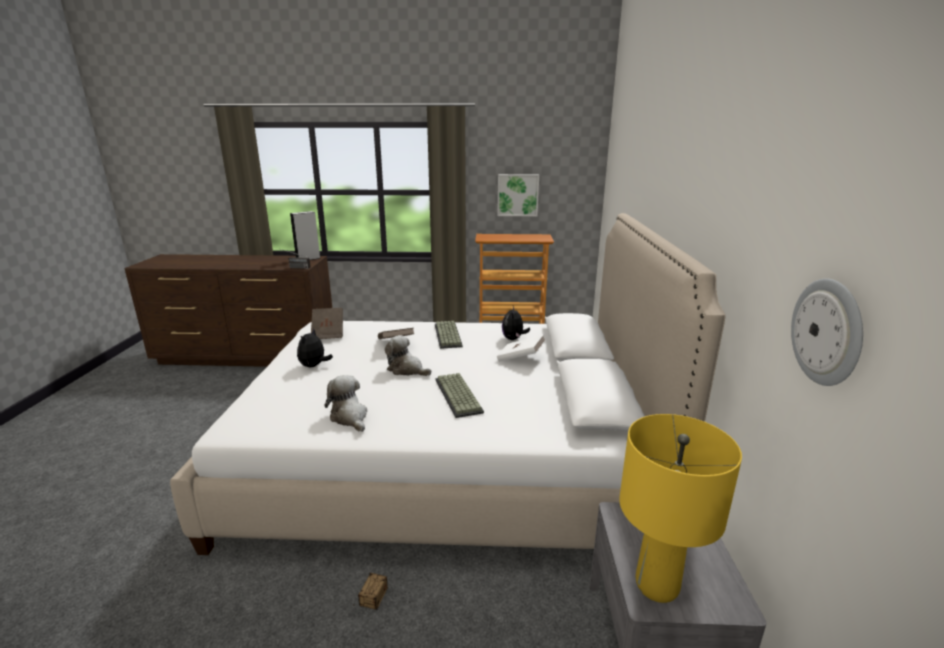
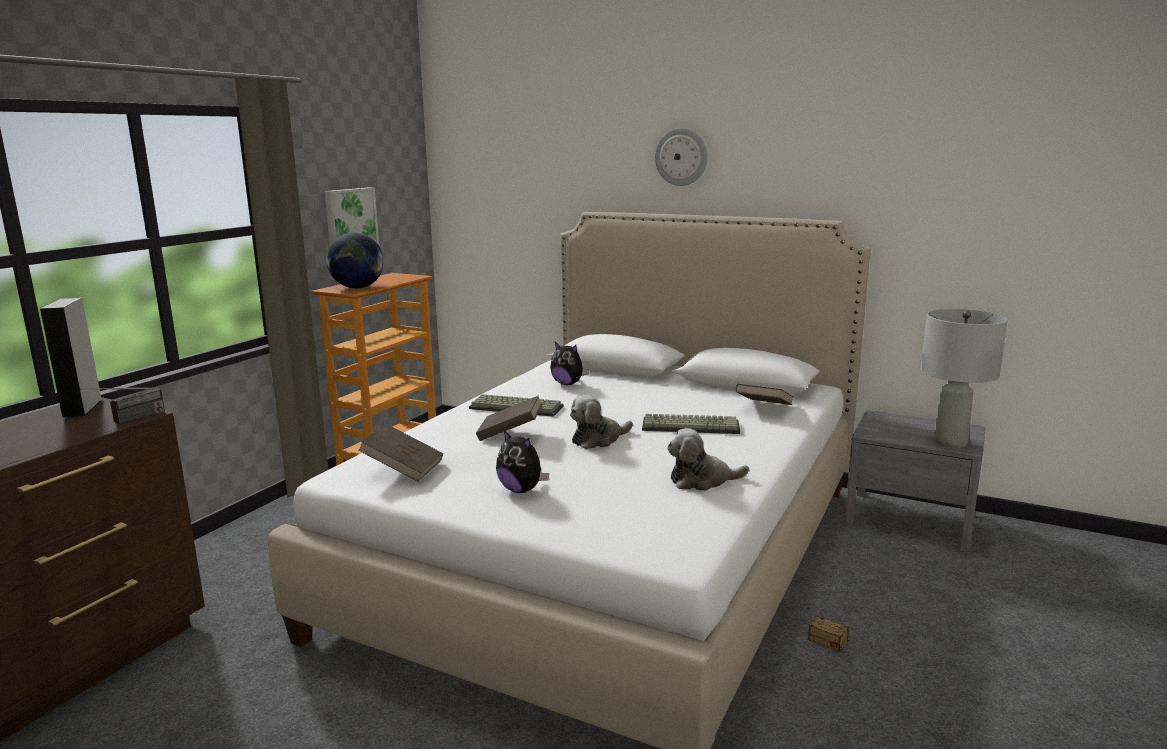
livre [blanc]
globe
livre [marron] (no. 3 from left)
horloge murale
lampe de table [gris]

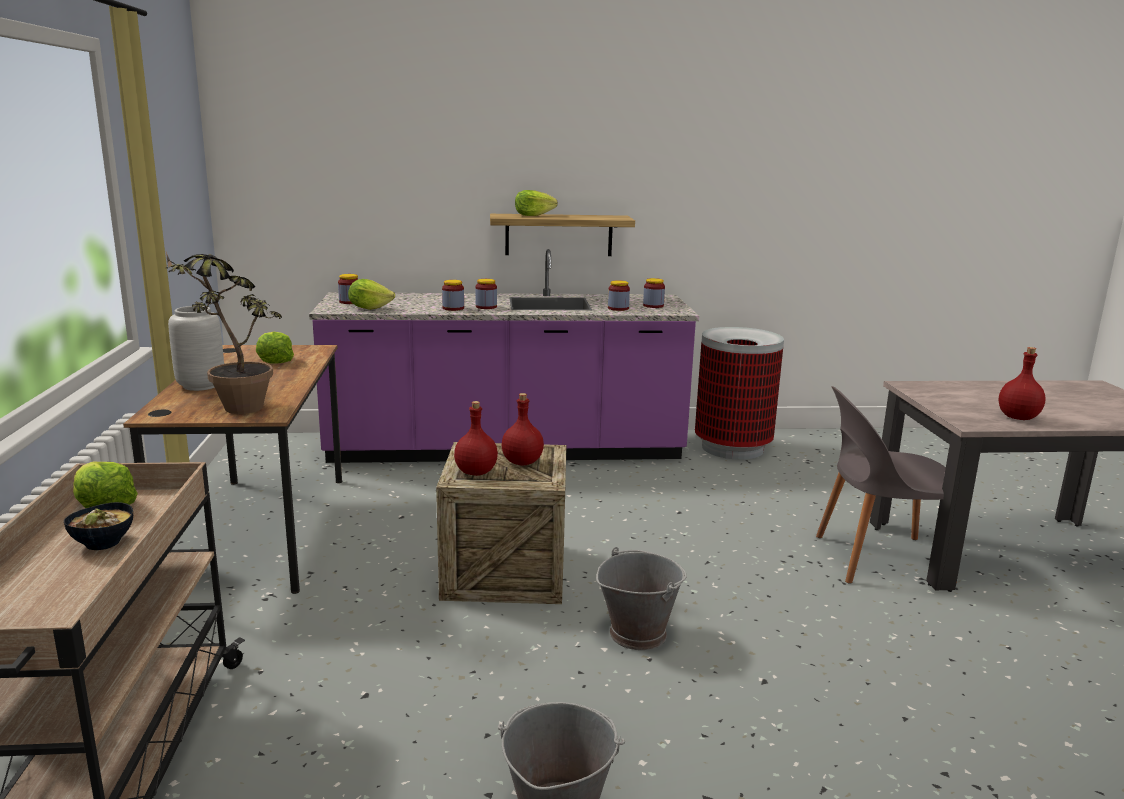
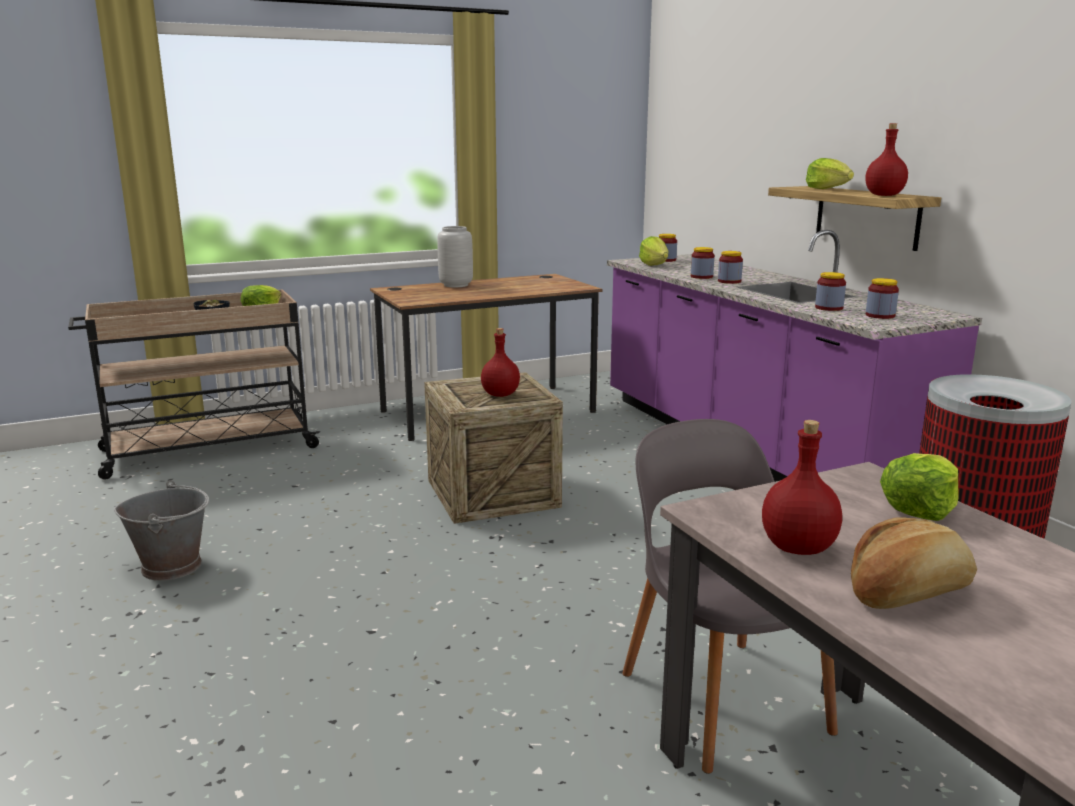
plante en pot
seau [gris] (no. 2 from left in the first image)
pain
laitue (no. 4 from left)
bouteille [rouge] (no. 3 from left)

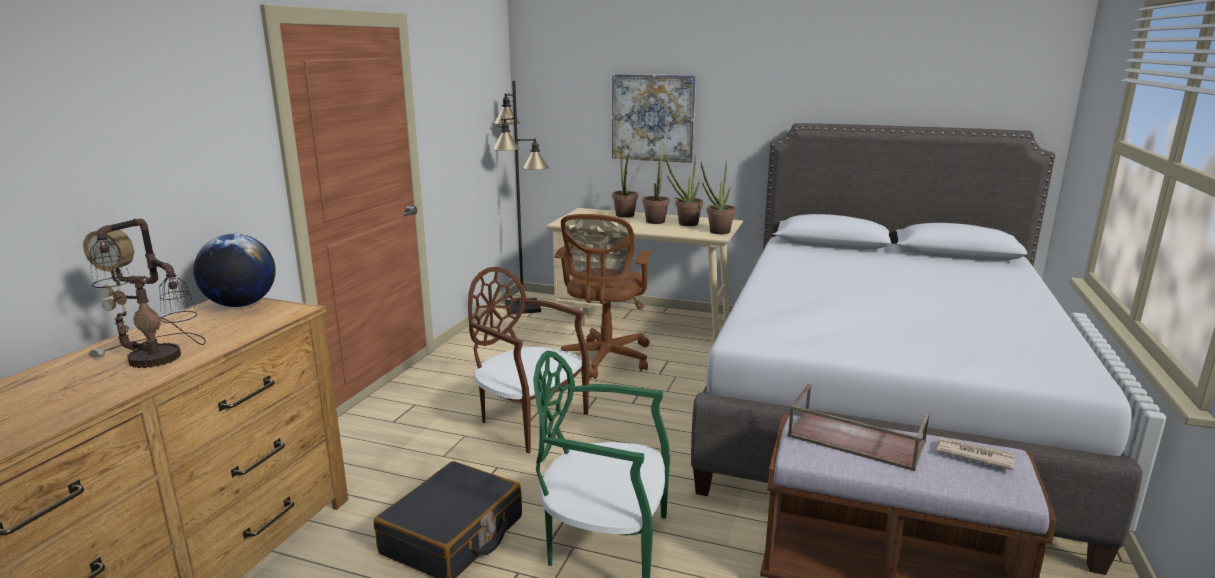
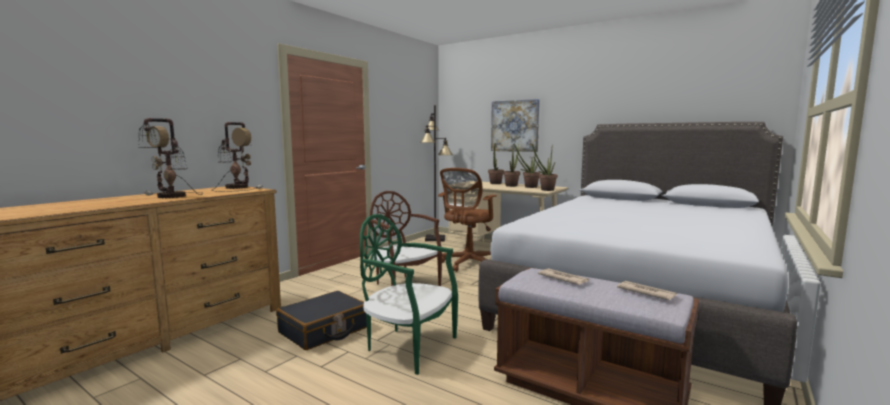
lampe de table (no. 2 from left)
journal (no. 1 from left)

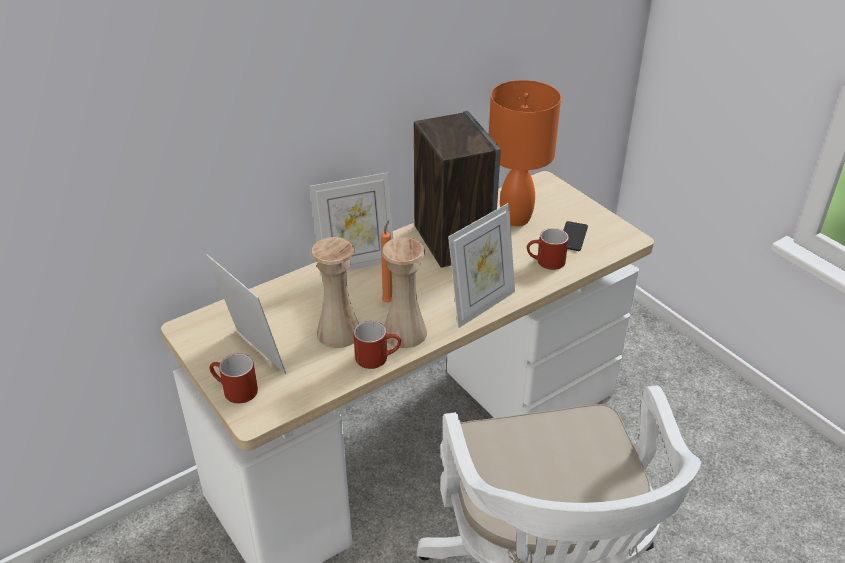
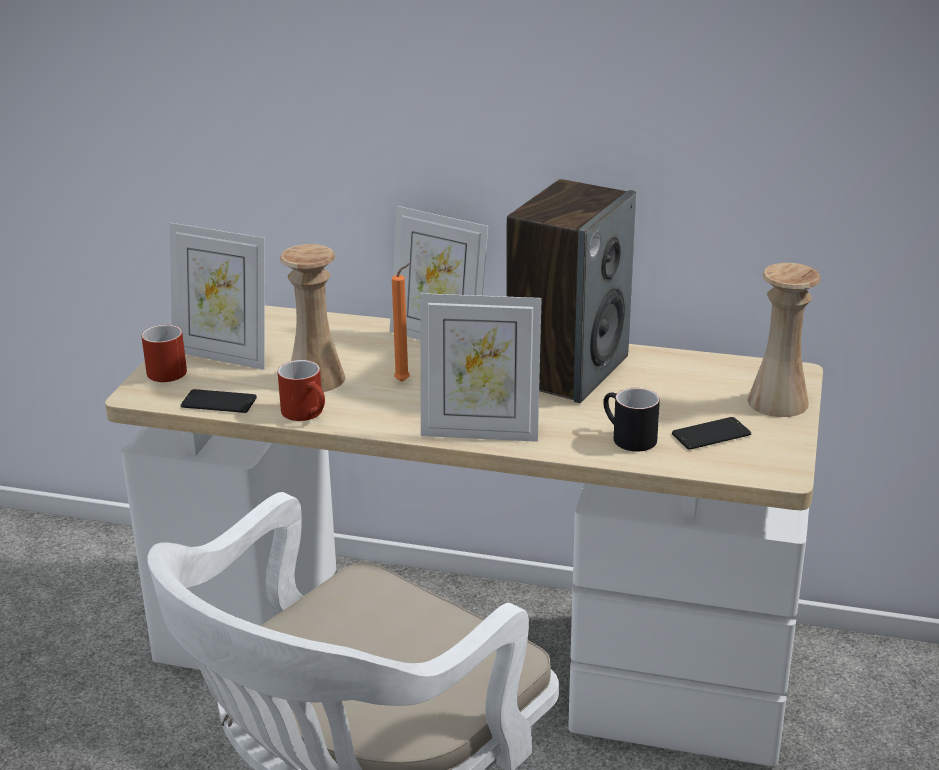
lampe de table [orange]
téléphone (no. 1 from left)
vase [beige] (no. 2 from left)
mug [noir]
cadre photo (no. 1 from left)

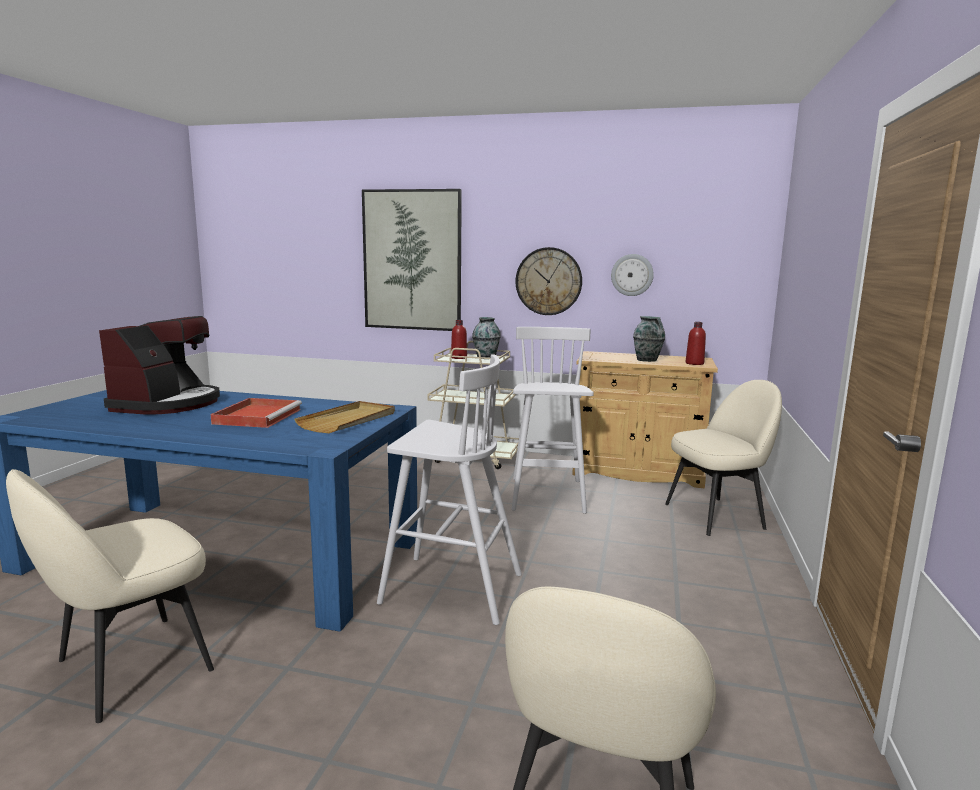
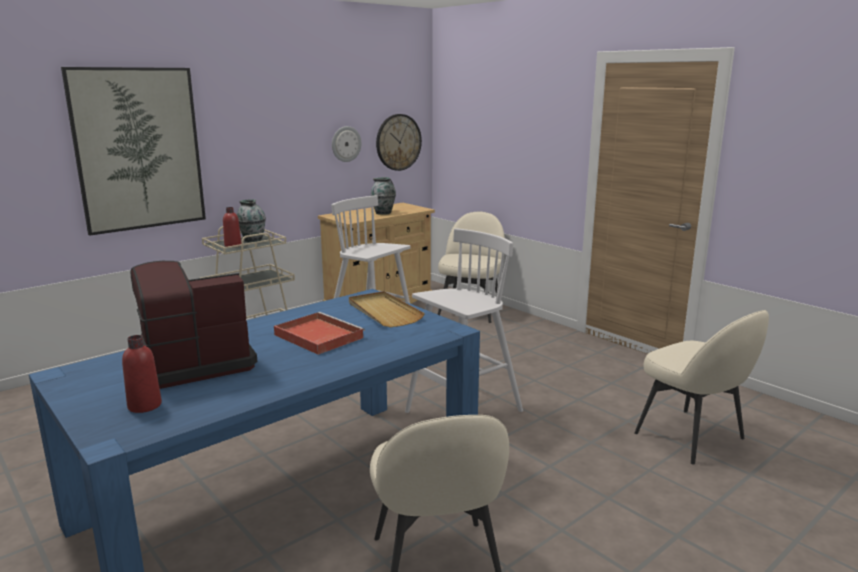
horloge murale (no. 2 from left)
bouteille [rouge] (no. 1 from left)
machine à café

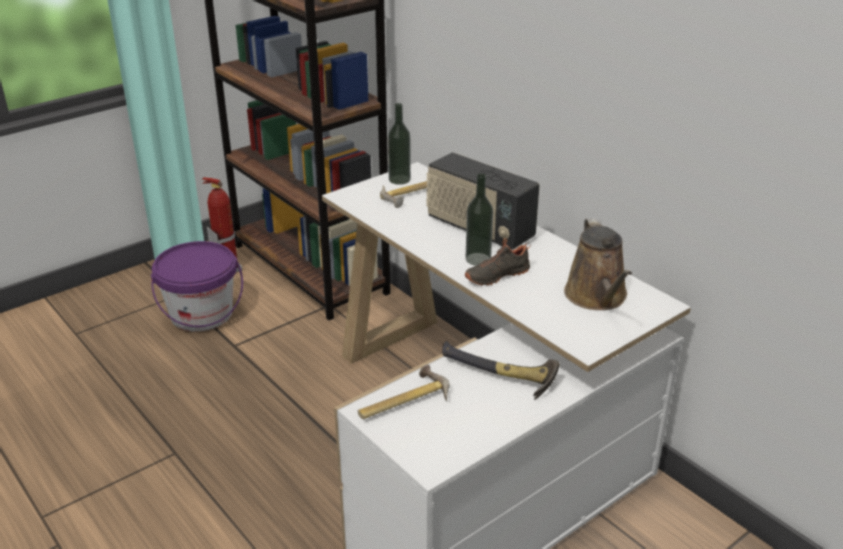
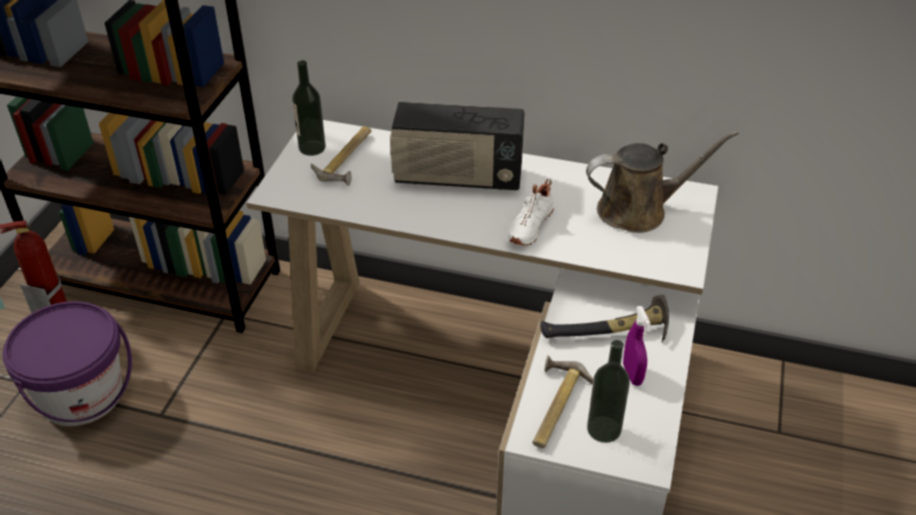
vaporisateur [violet]
bouteille (no. 2 from left)
chaussure [blanc]
arrosoir [marron]

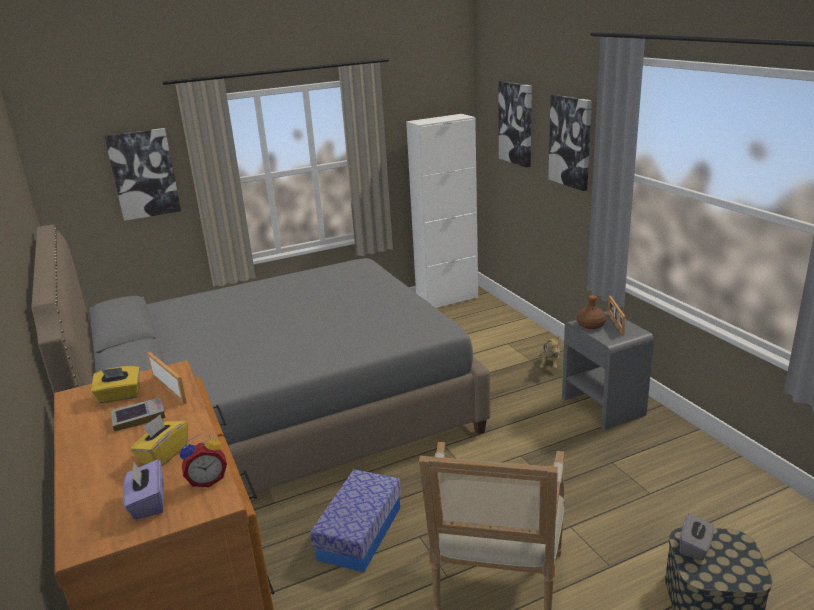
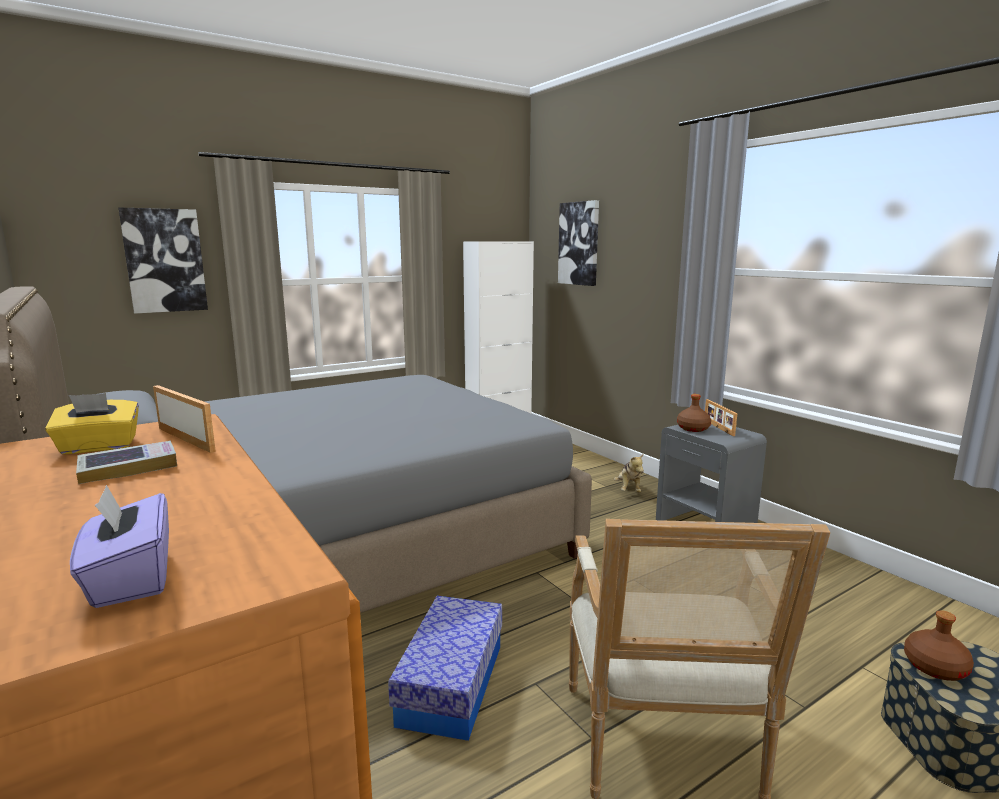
boîte à mouchoirs [jaune] (no. 2 from left in the first image)
réveil
tableau (no. 3 from left in the first image)
bouteille [marron] (no. 2 from left)

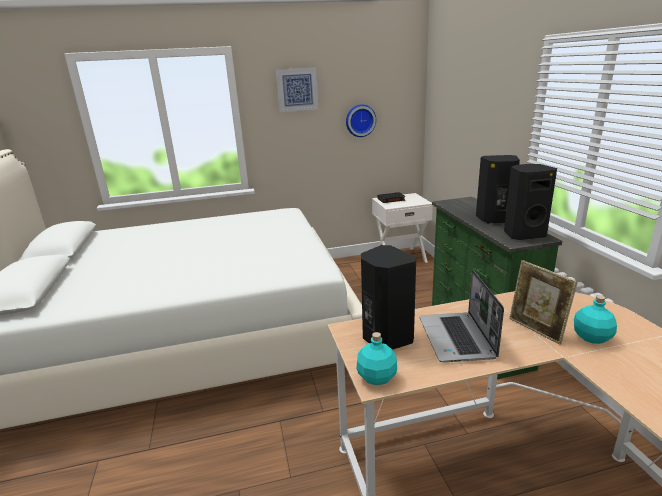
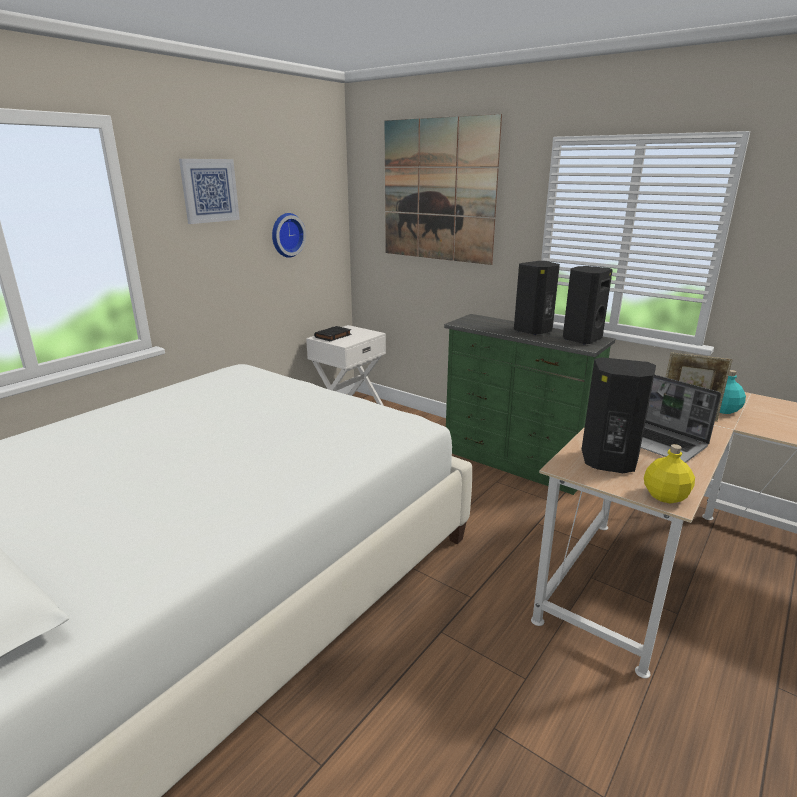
tableau (no. 2 from left)
bouteille [jaune]

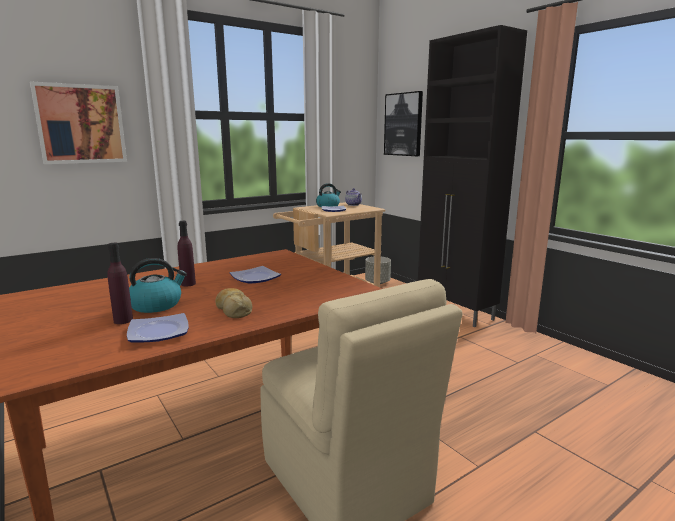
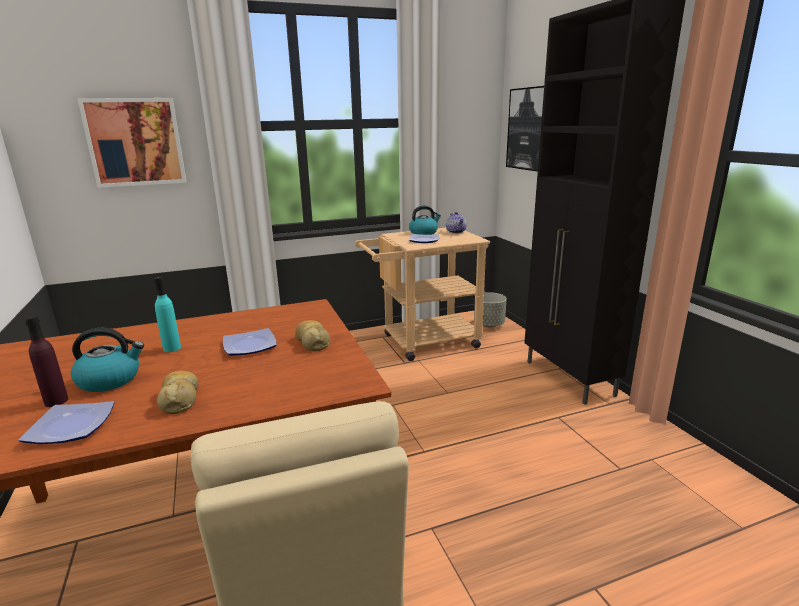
pain (no. 2 from left)
bouteille [turquoise]

